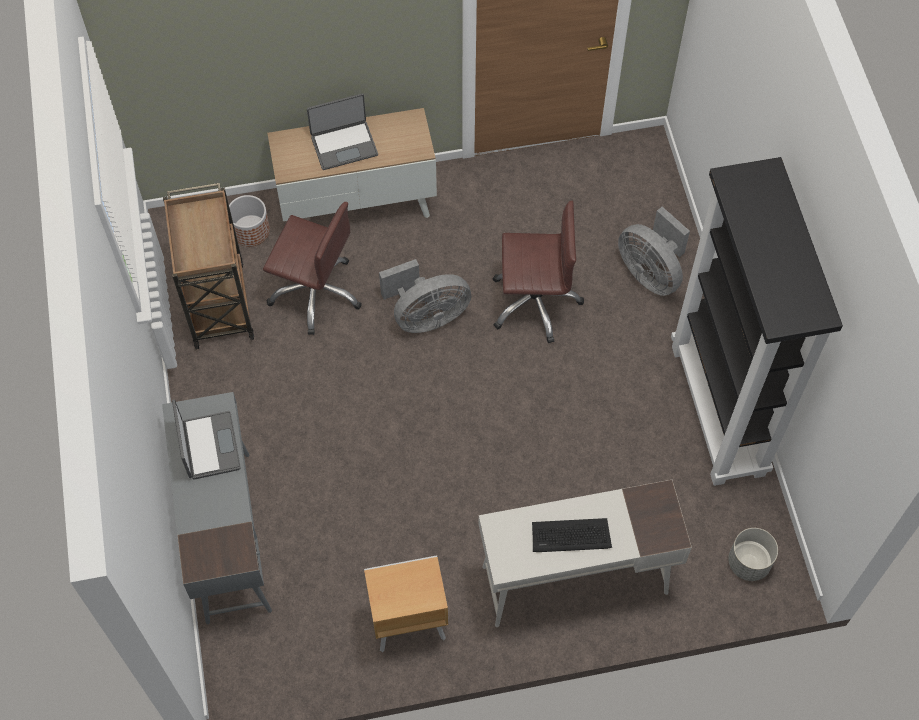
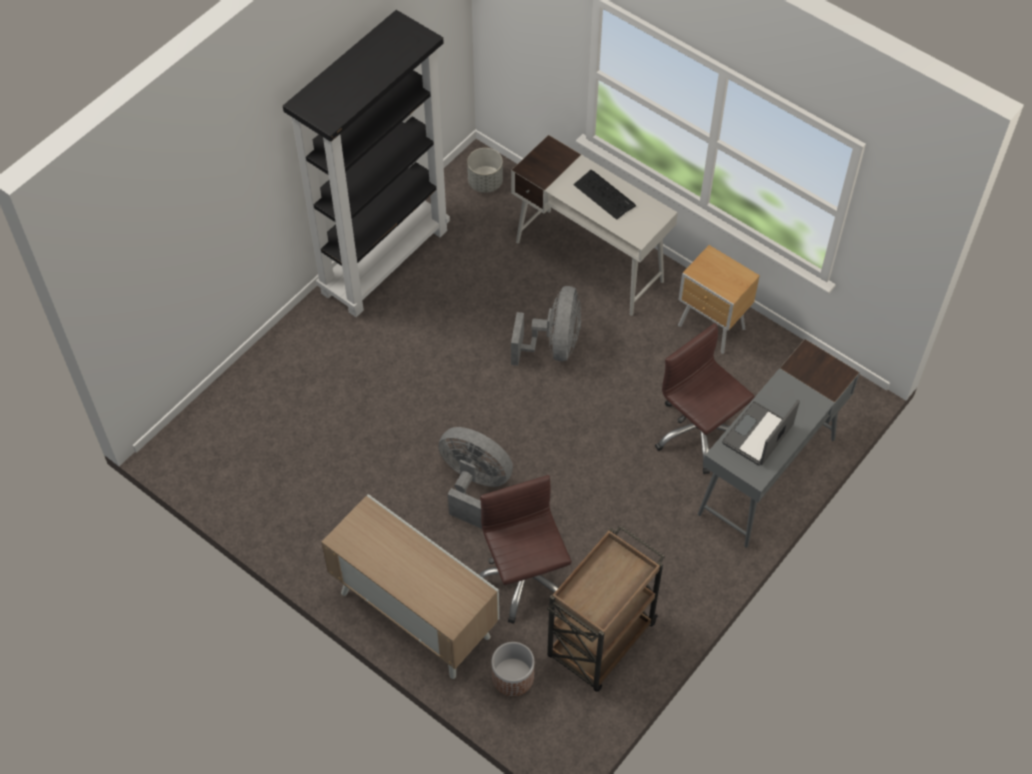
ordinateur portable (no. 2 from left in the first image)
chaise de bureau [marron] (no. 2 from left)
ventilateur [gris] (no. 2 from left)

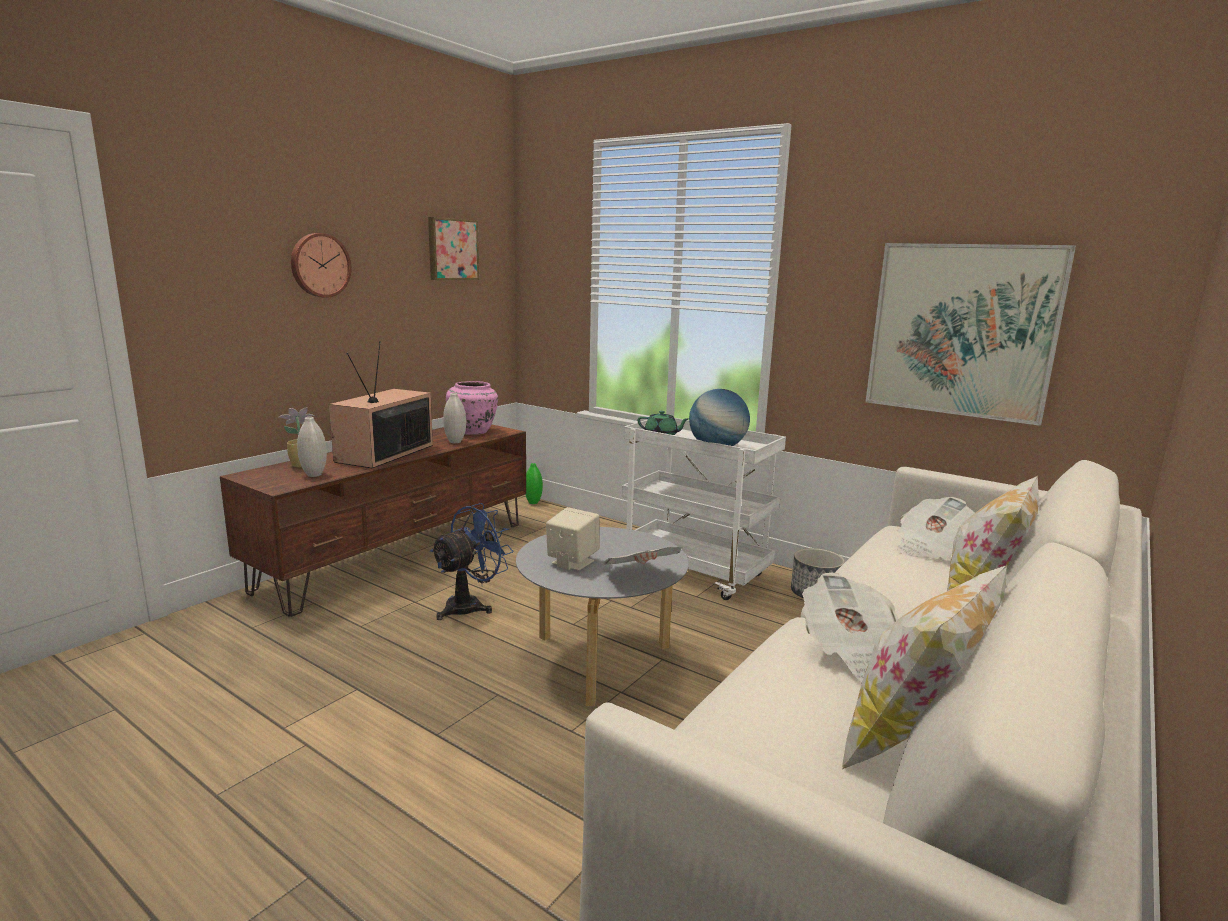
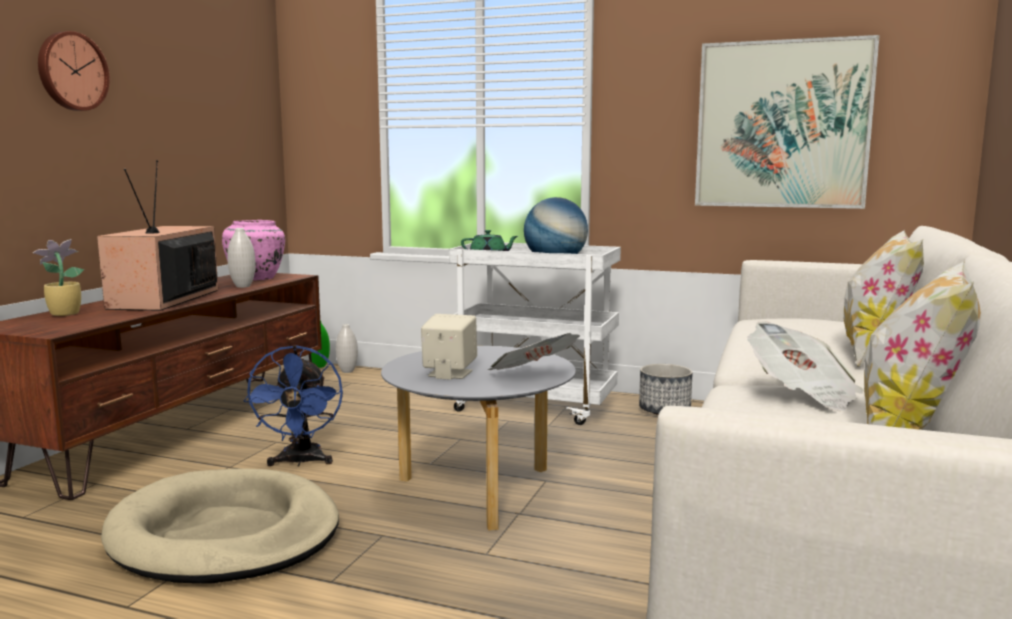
tableau (no. 1 from left in the first image)
journal (no. 3 from left in the first image)
panier pour chien [beige]
vase [blanc] (no. 2 from left)
ventilateur [bleu]

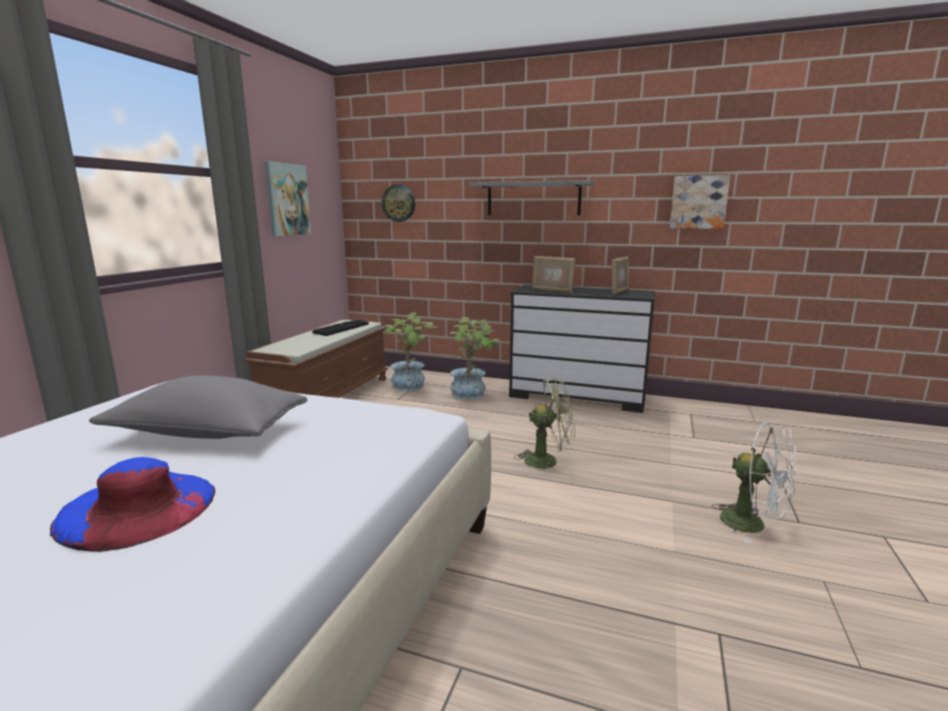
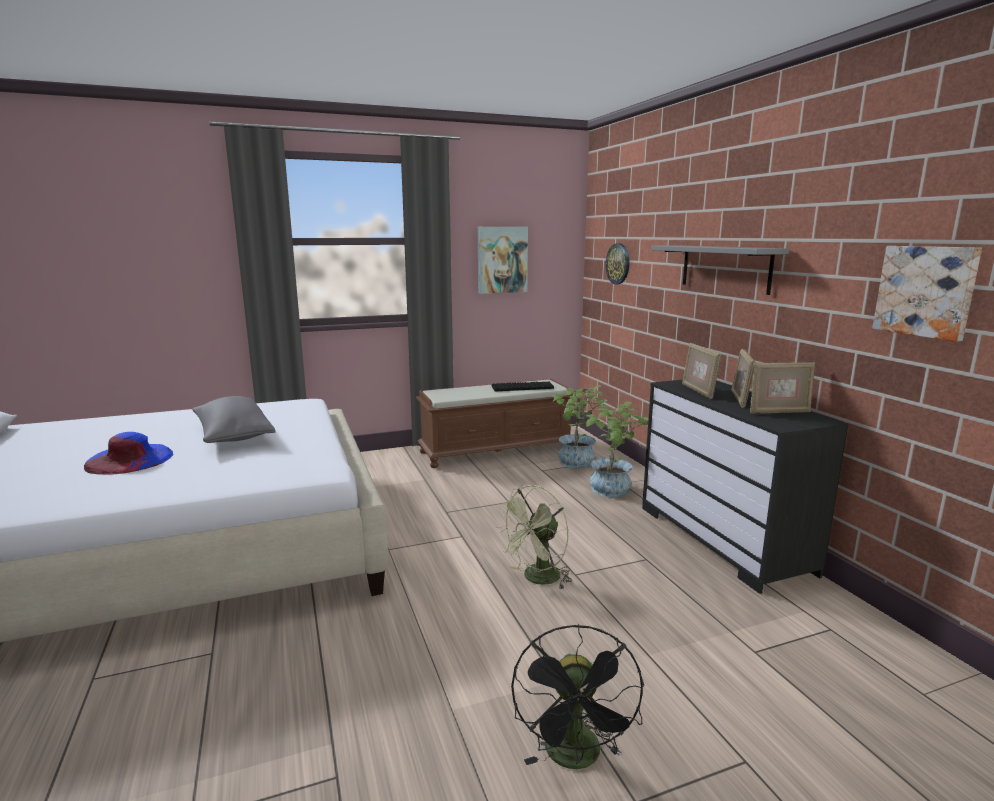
cadre photo (no. 2 from left)
ventilateur [noir]
ventilateur [vert]

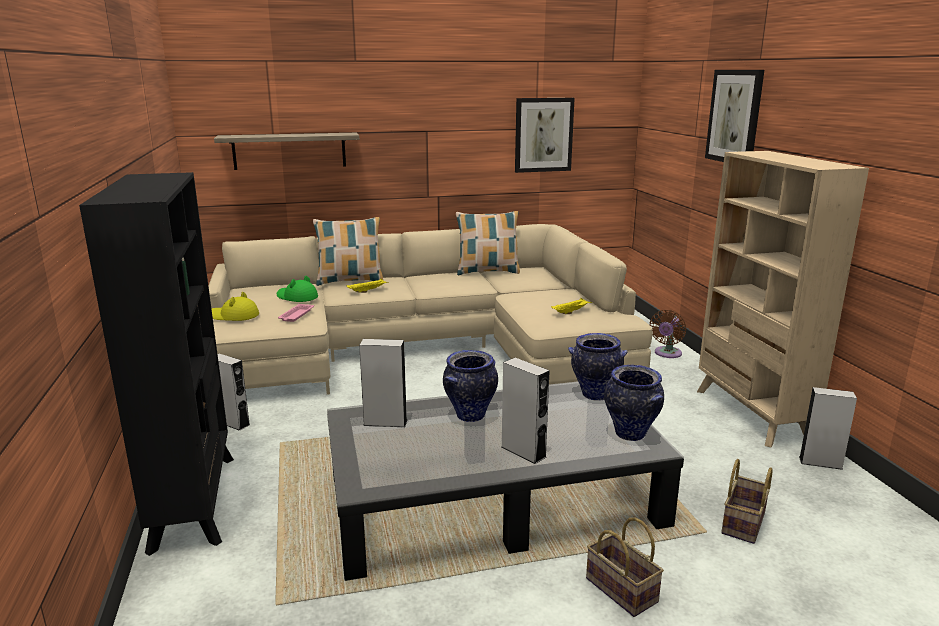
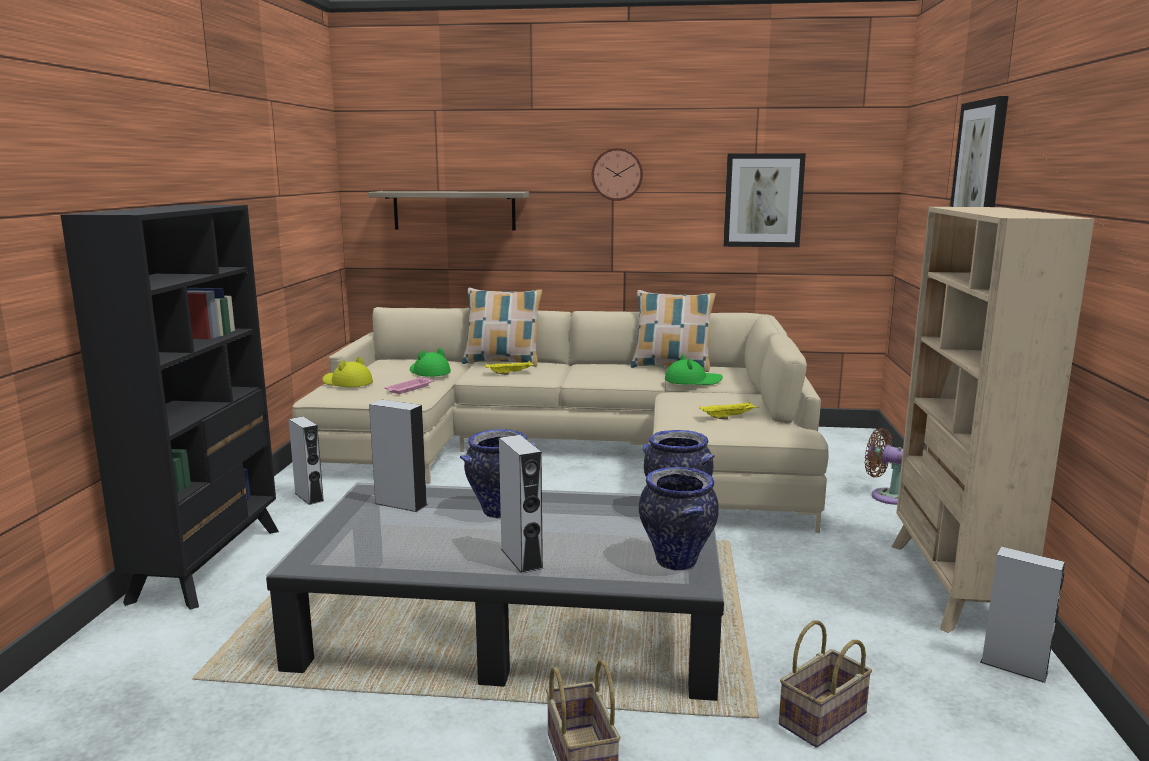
horloge murale
chapeau [vert] (no. 2 from left)
ventilateur [marron]

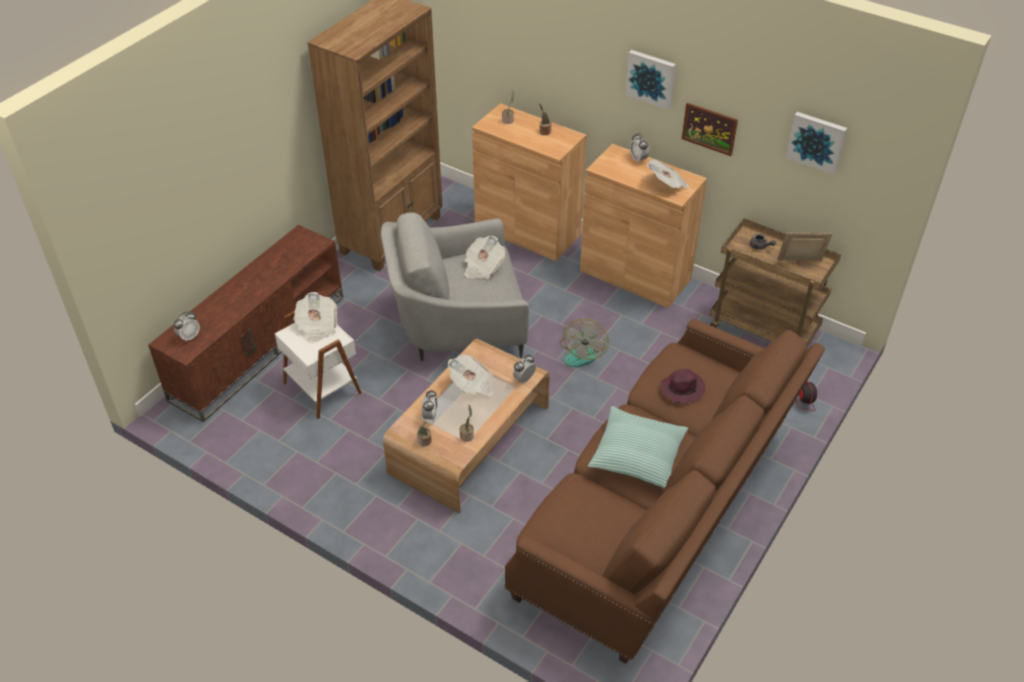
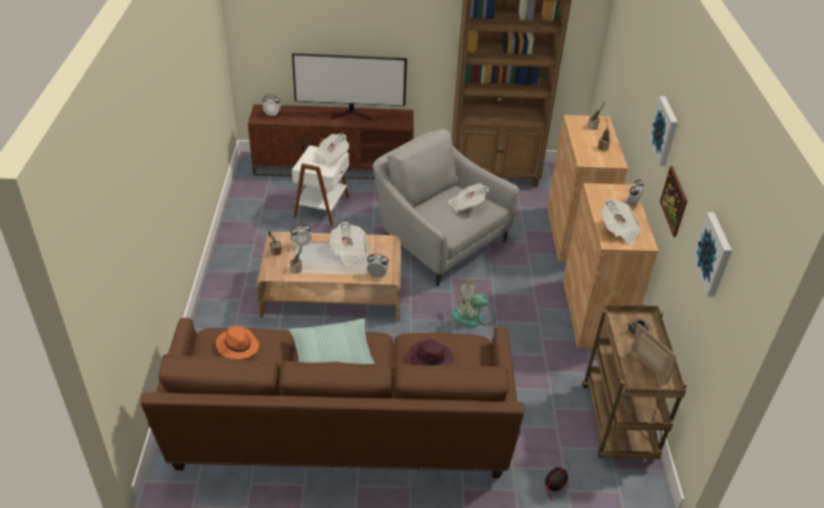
chapeau [orange]
téléviseur

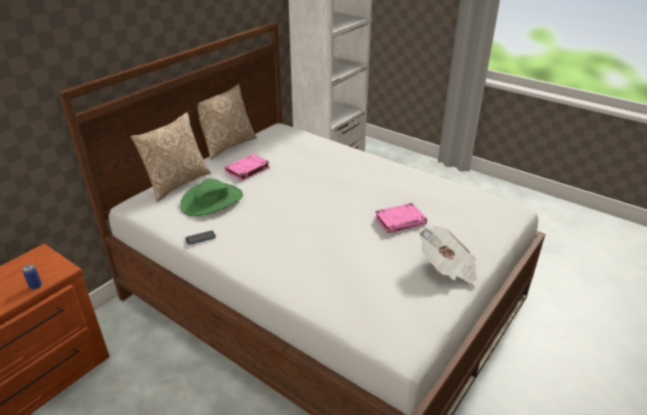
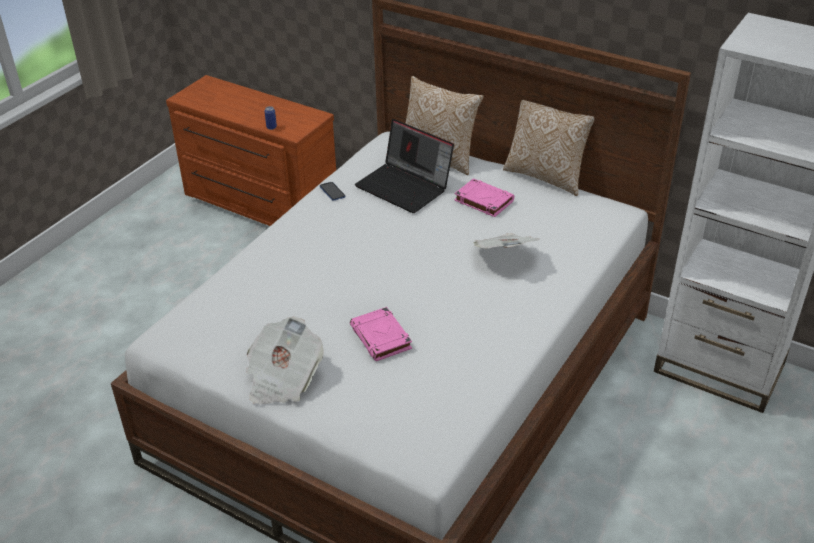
journal (no. 2 from left)
ordinateur portable

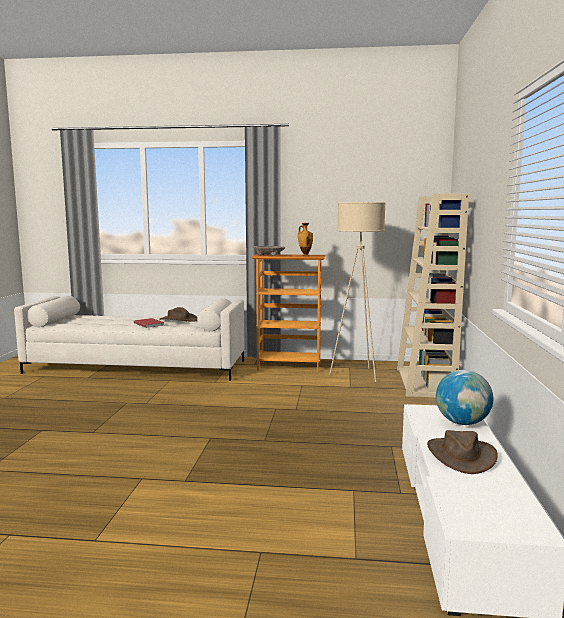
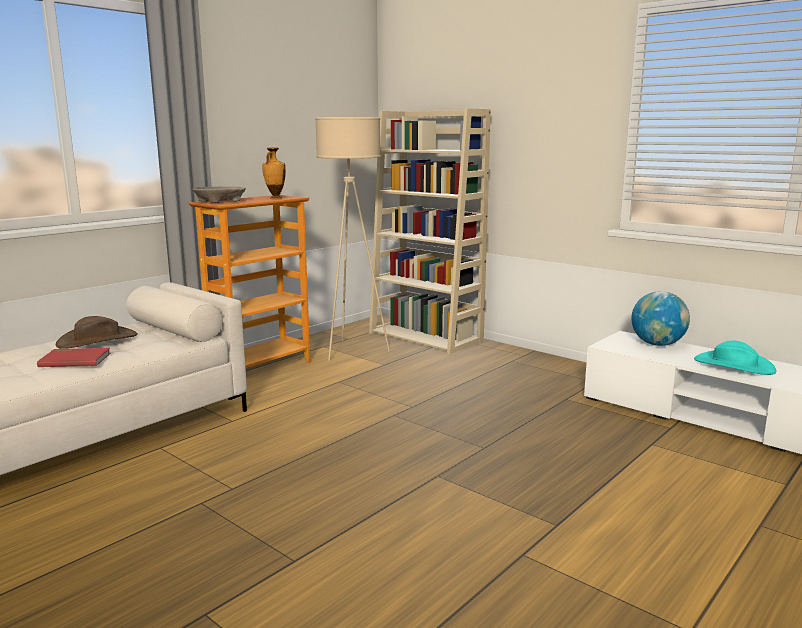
chapeau [turquoise]

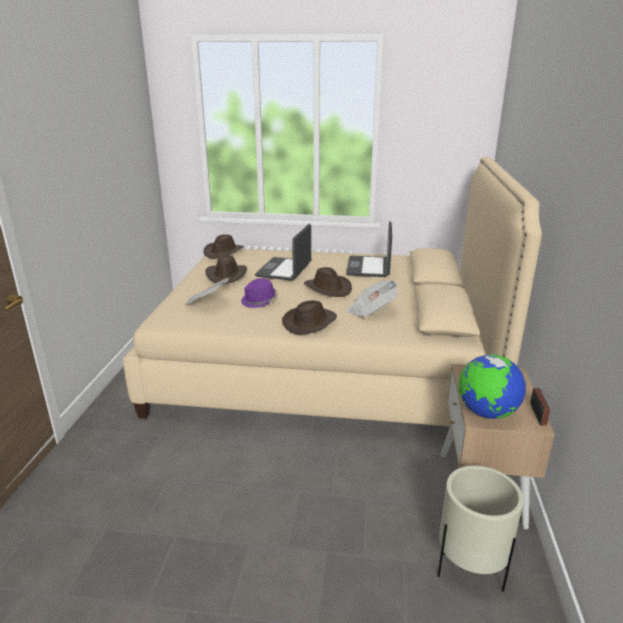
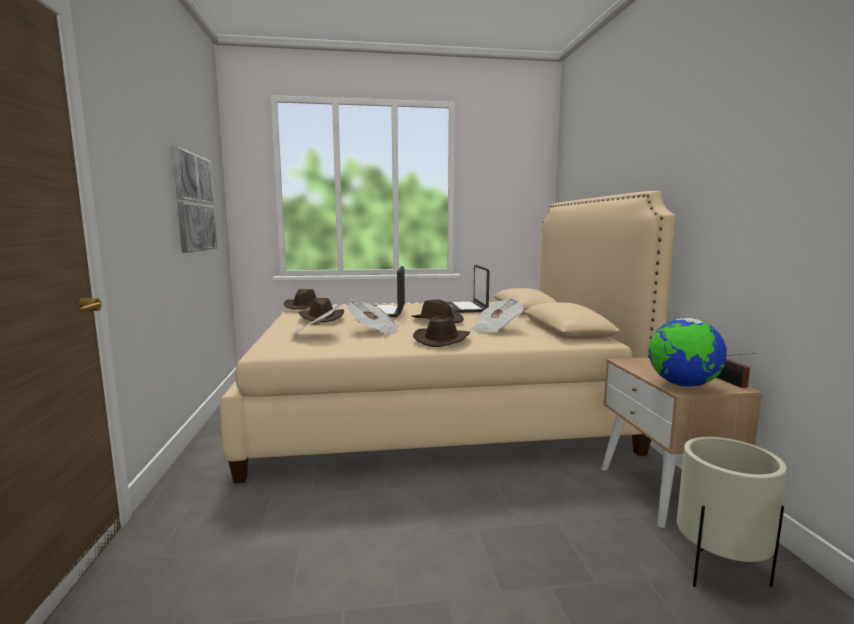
tableau
journal (no. 2 from left)

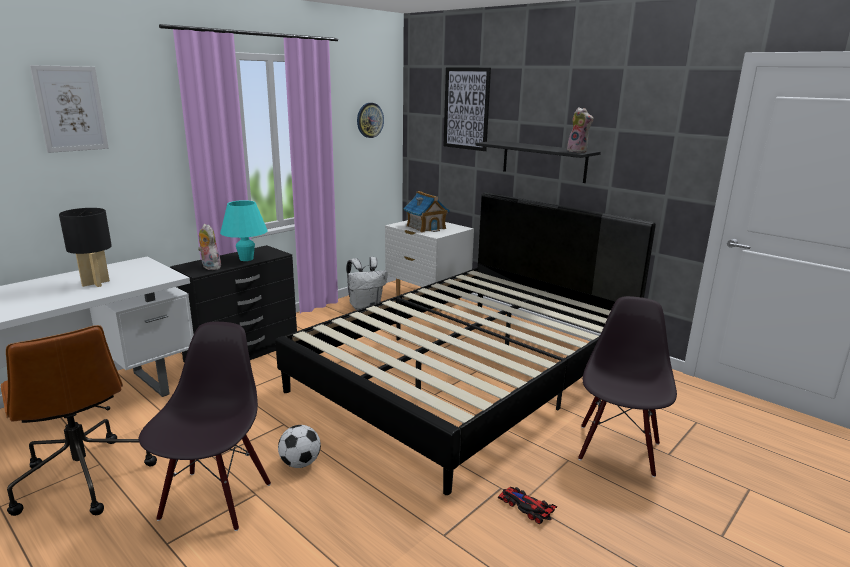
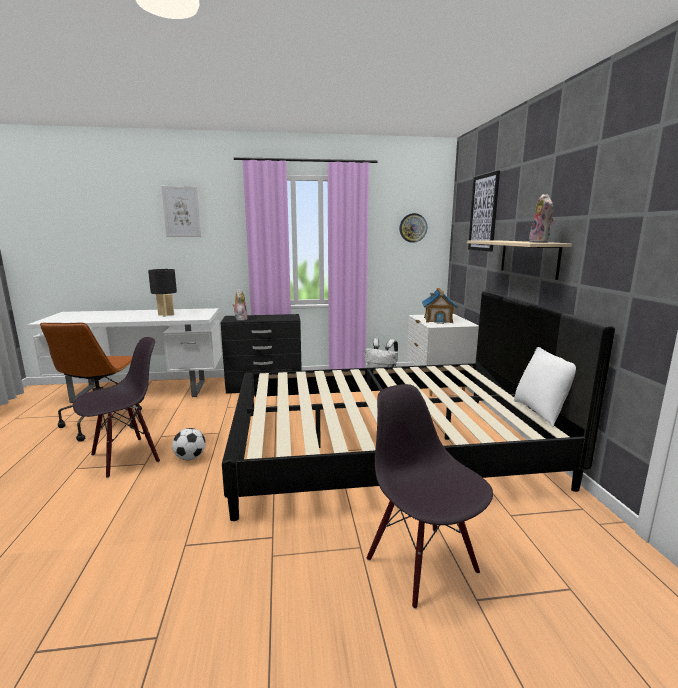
lampe de table [turquoise]
petite voiture
coussin [blanc]
étagère [beige]
chaise [noir] (no. 2 from left)

